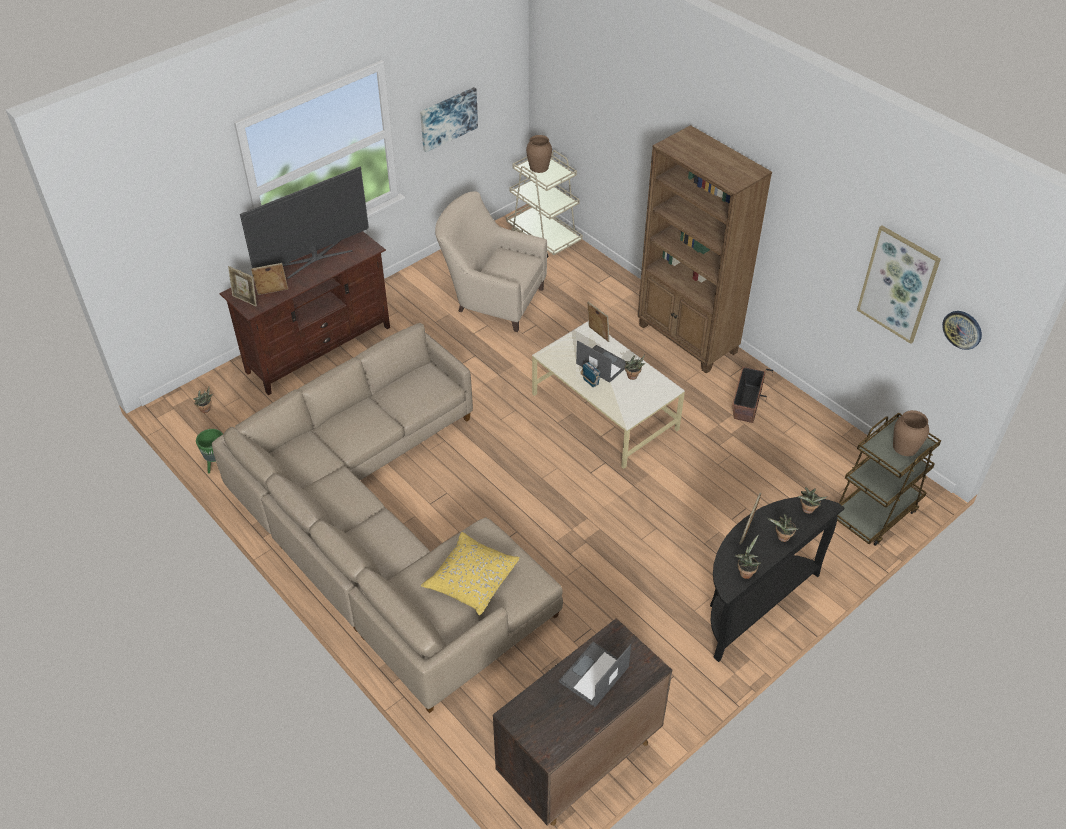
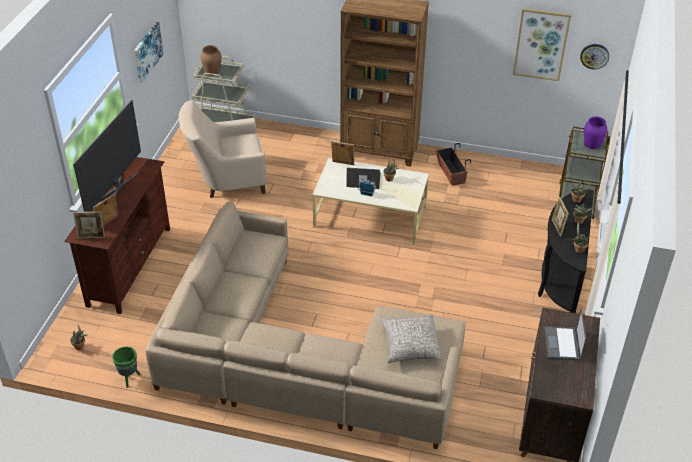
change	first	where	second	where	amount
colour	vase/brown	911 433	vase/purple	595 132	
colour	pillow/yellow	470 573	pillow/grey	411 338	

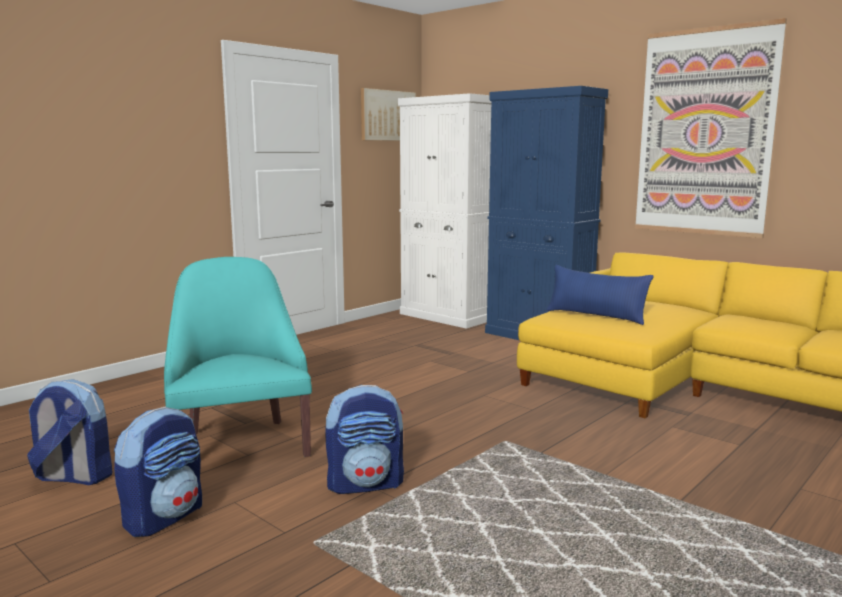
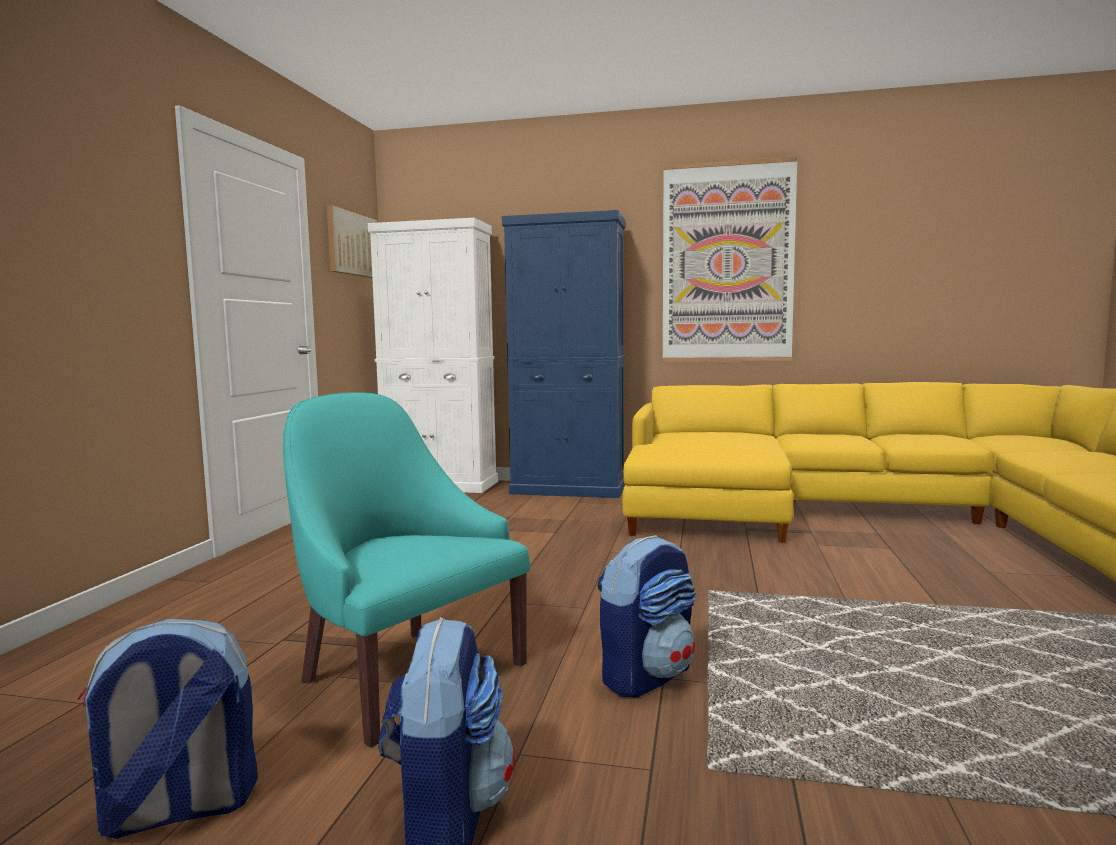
change	first	where	second	where	amount
missing	pillow/blue	600 295			

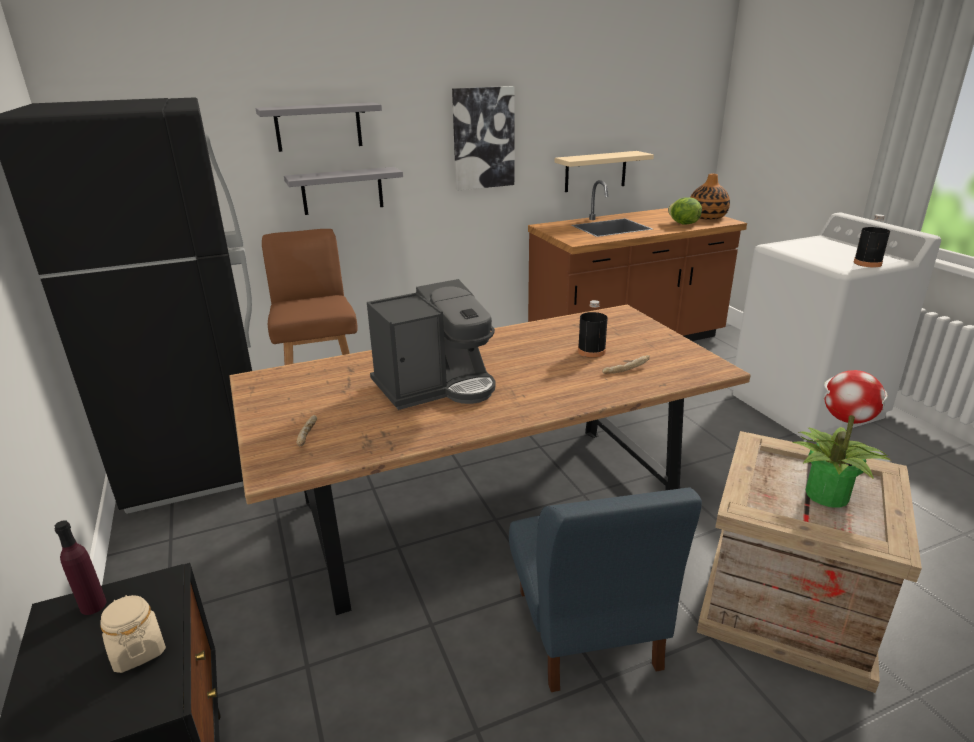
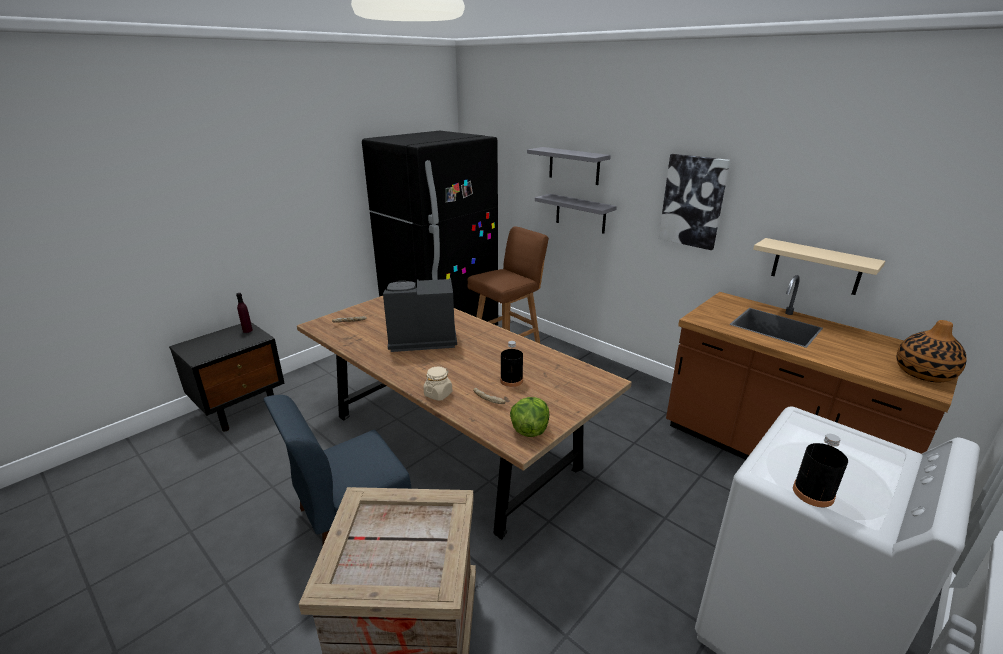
change	first	where	second	where	amount
relocated	lettuce	685 211		529 417	
spun	coffee machine	431 344		420 315	135 degrees clockwise
missing	potted plant	841 438			
relocated	jar/beige	133 634		437 384	

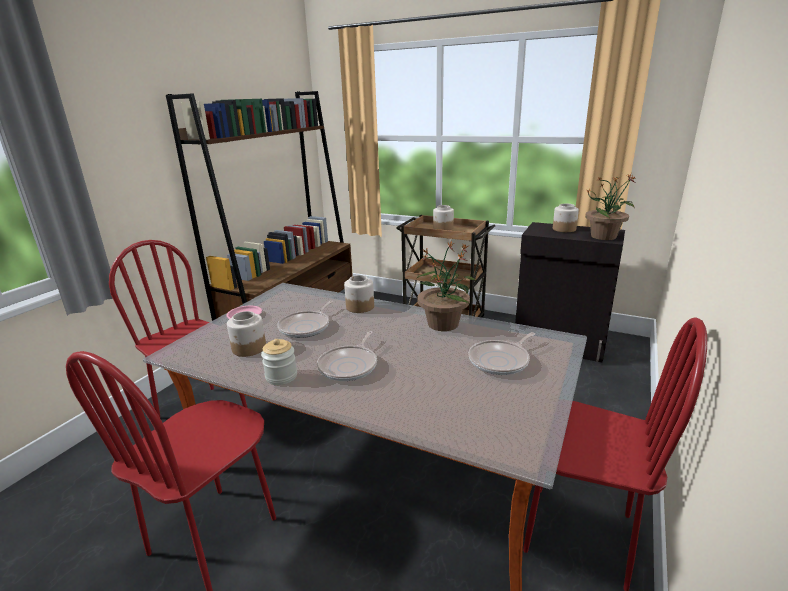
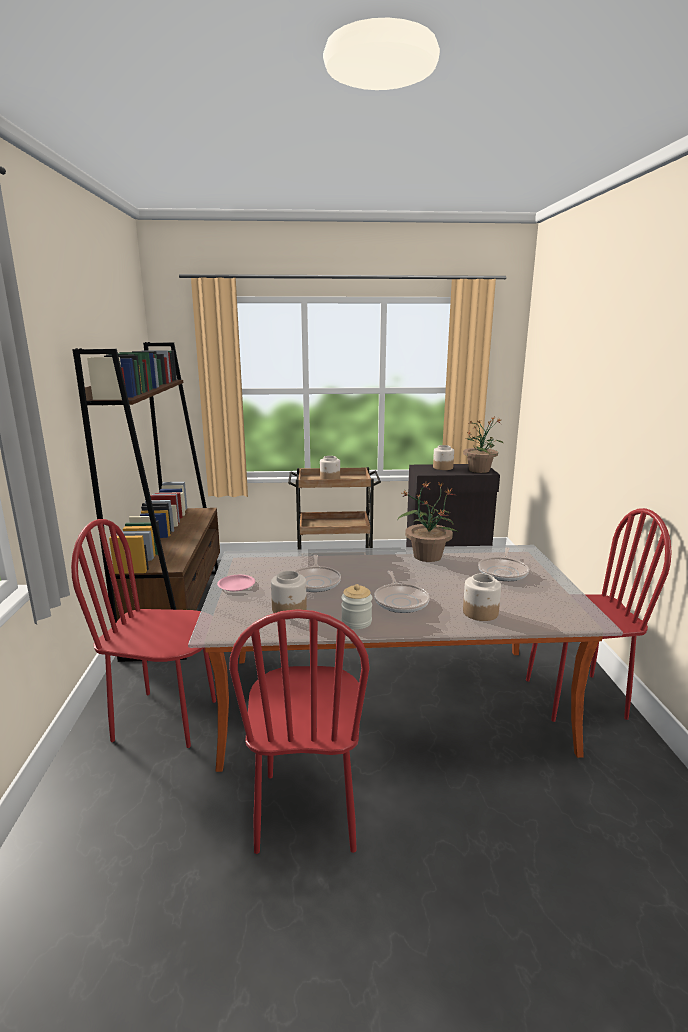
change	first	where	second	where	amount
relocated	jar	359 294		482 597	

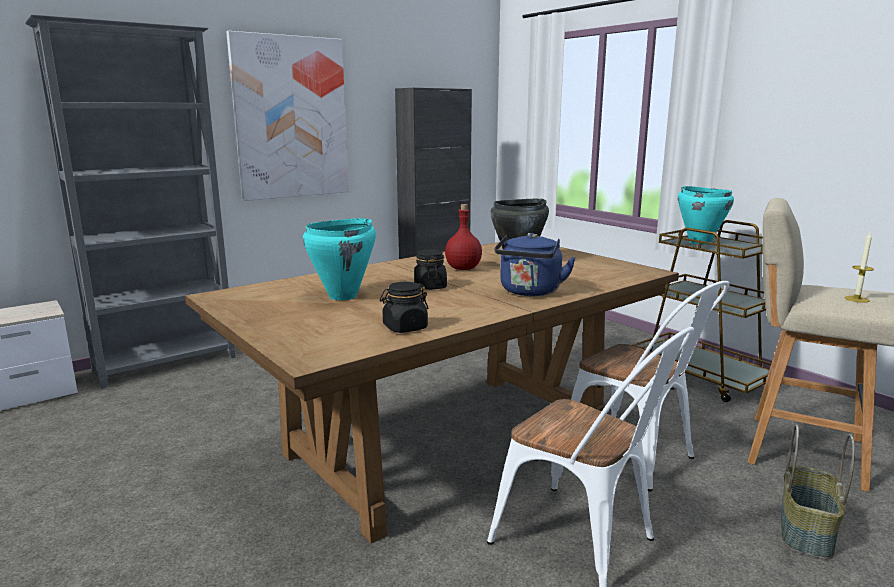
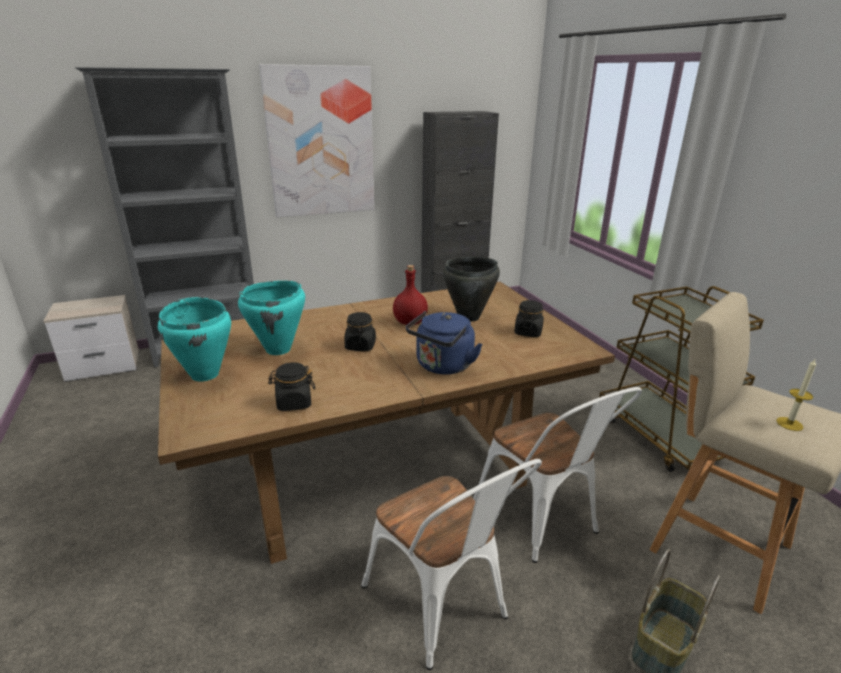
change	first	where	second	where	amount
relocated	cooking pot/turquoise	706 215		194 339	
appeared			jar/black	529 318	

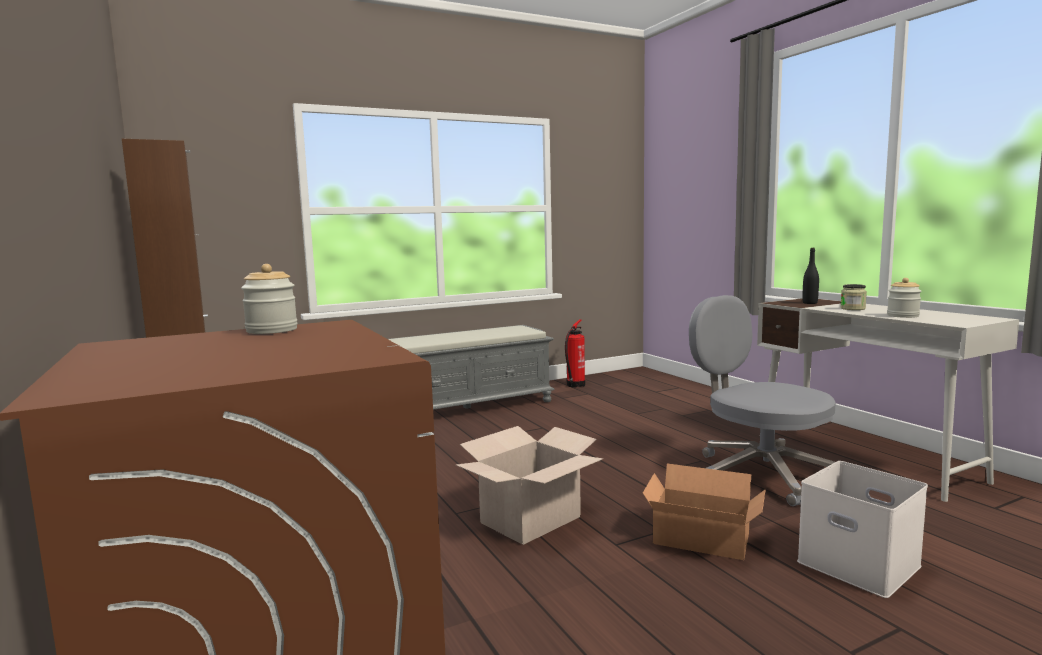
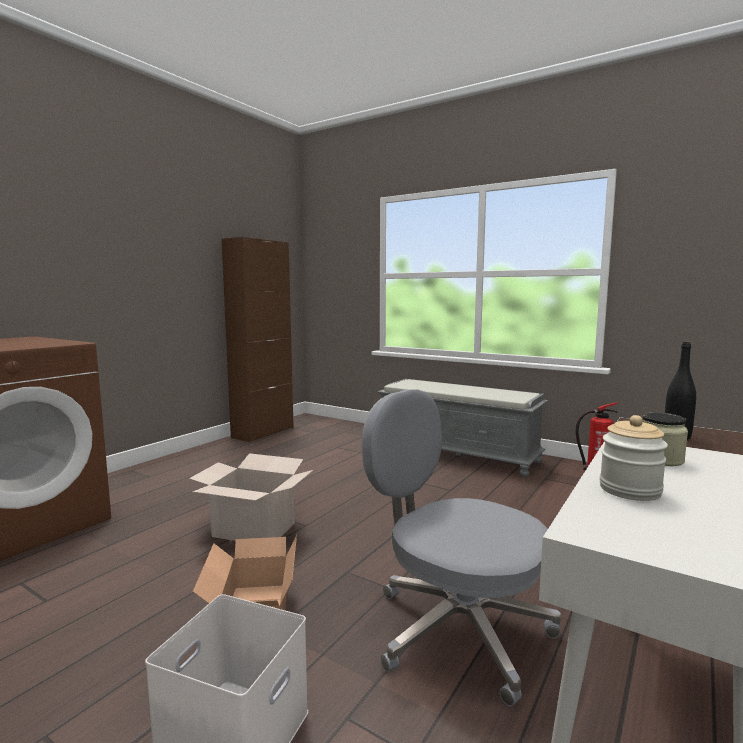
change	first	where	second	where	amount
missing	jar	269 299			
spun	office chair/grey	762 400		461 547	75 degrees counterclockwise

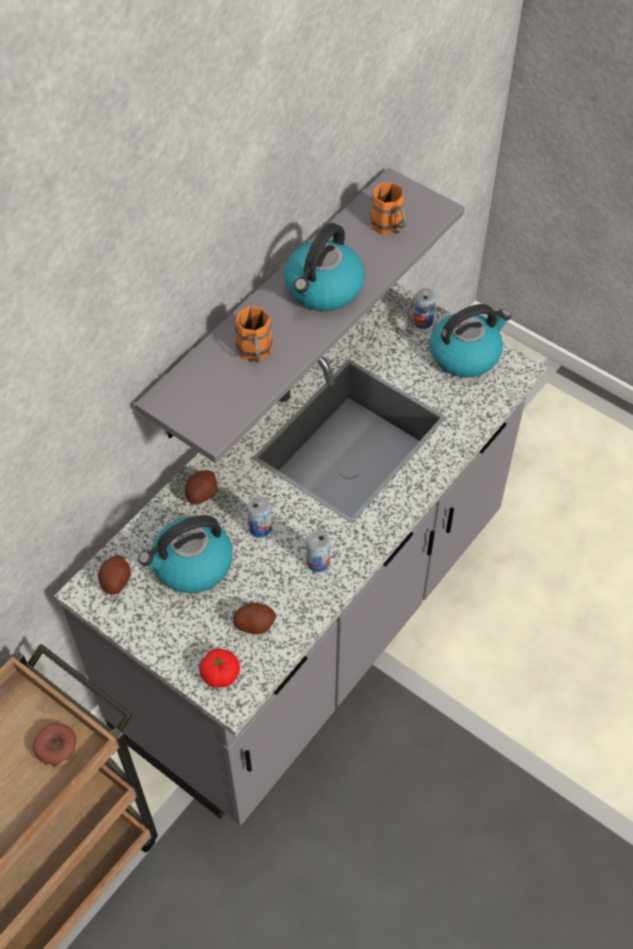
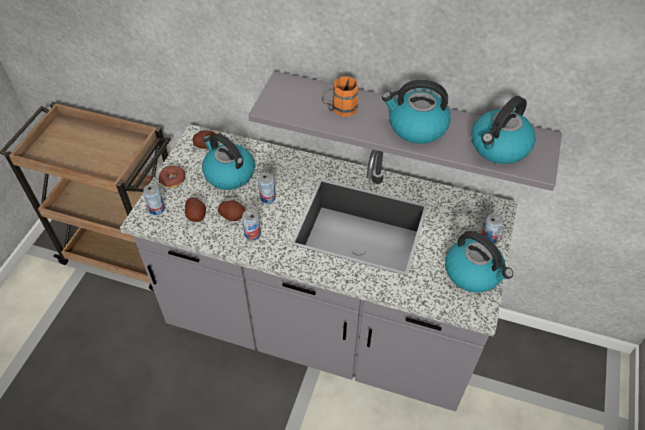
change	first	where	second	where	amount
exchanged	mug/orange	388 208	kettle	503 130	
relocated	potato	201 487		232 210	
exchanged	tomato	219 668	can	154 199	
relocated	donut	55 745		172 177	

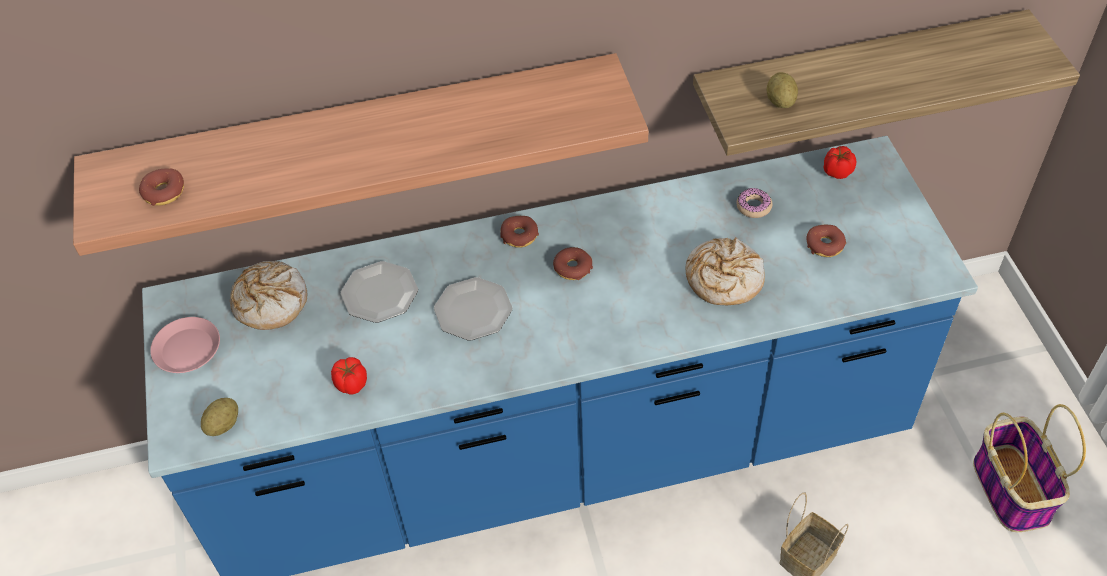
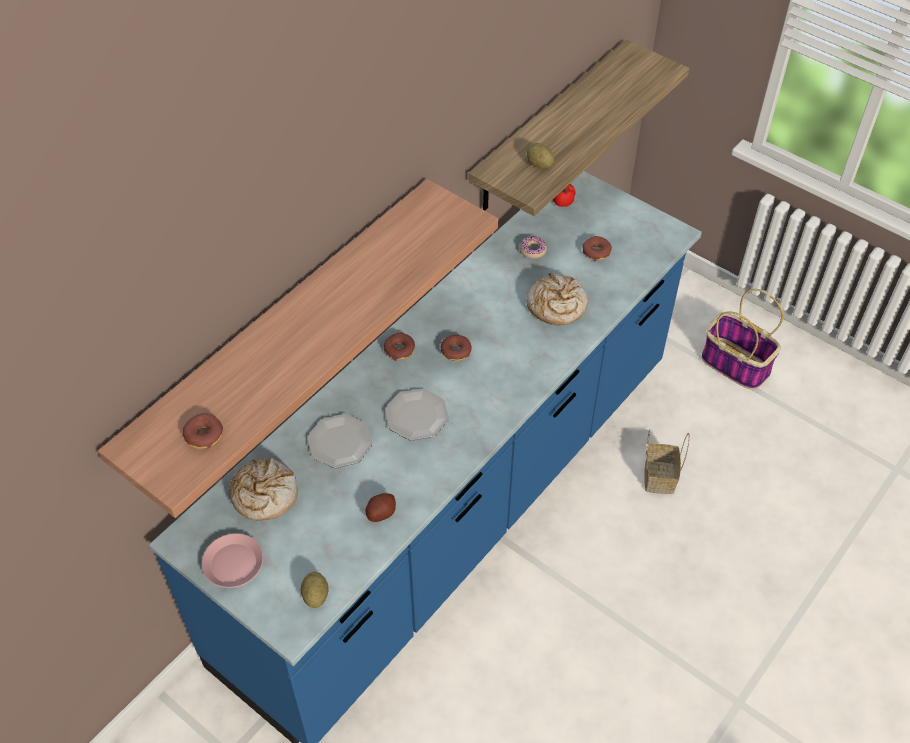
change	first	where	second	where	amount
exchanged	tomato	349 376	potato	381 507	

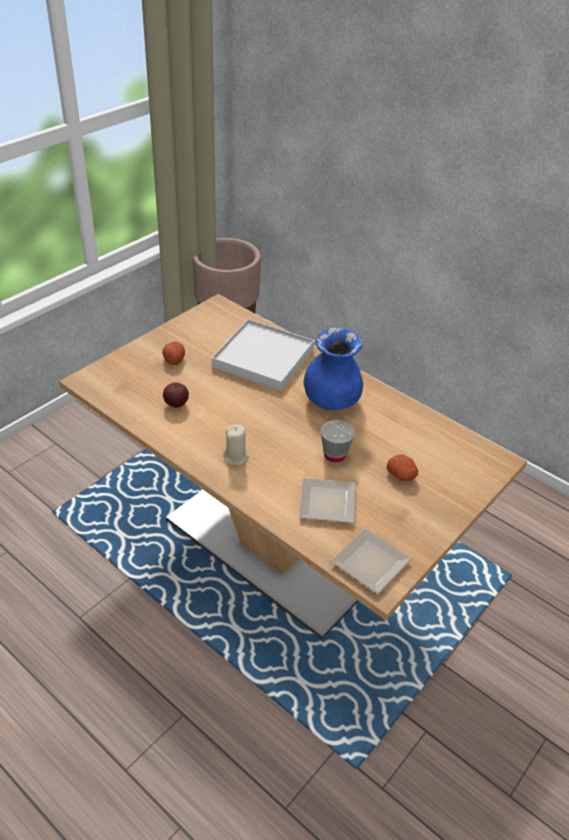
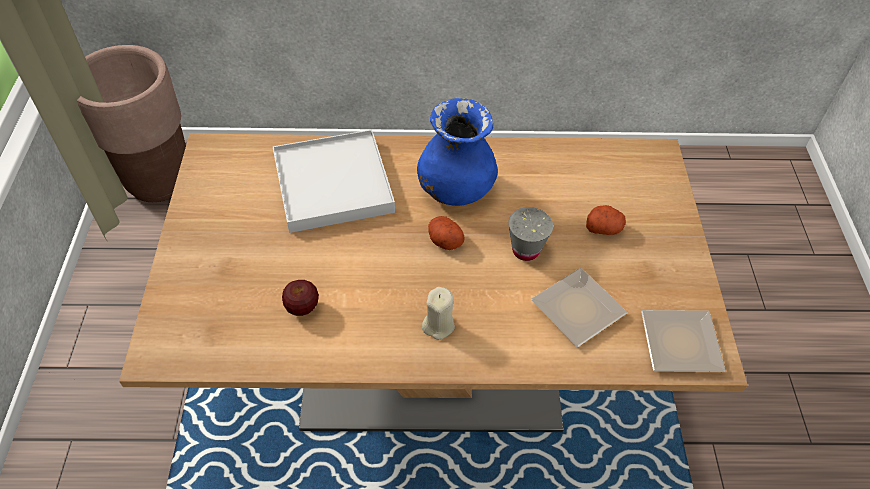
change	first	where	second	where	amount
relocated	potato	173 353		446 233	

